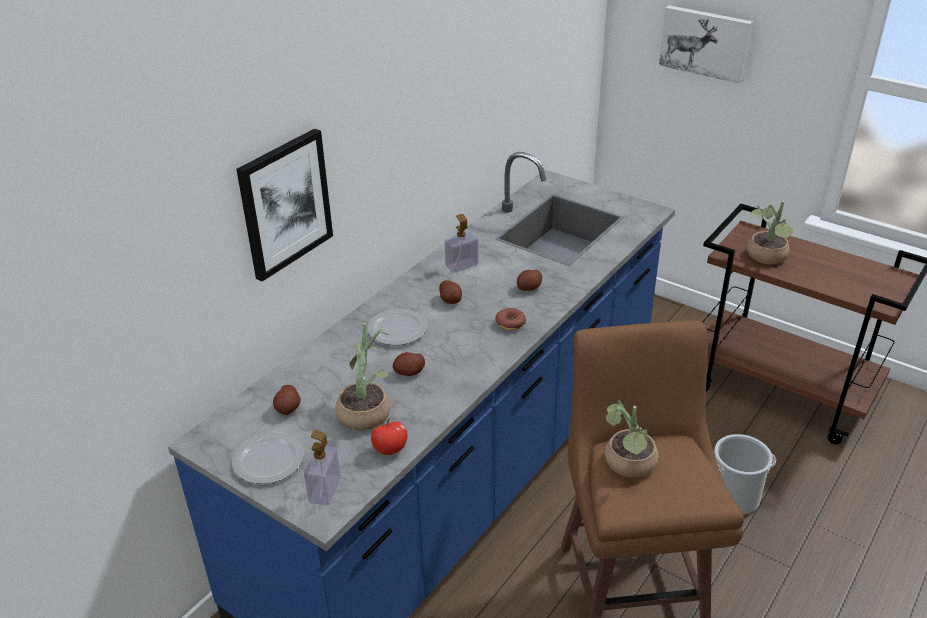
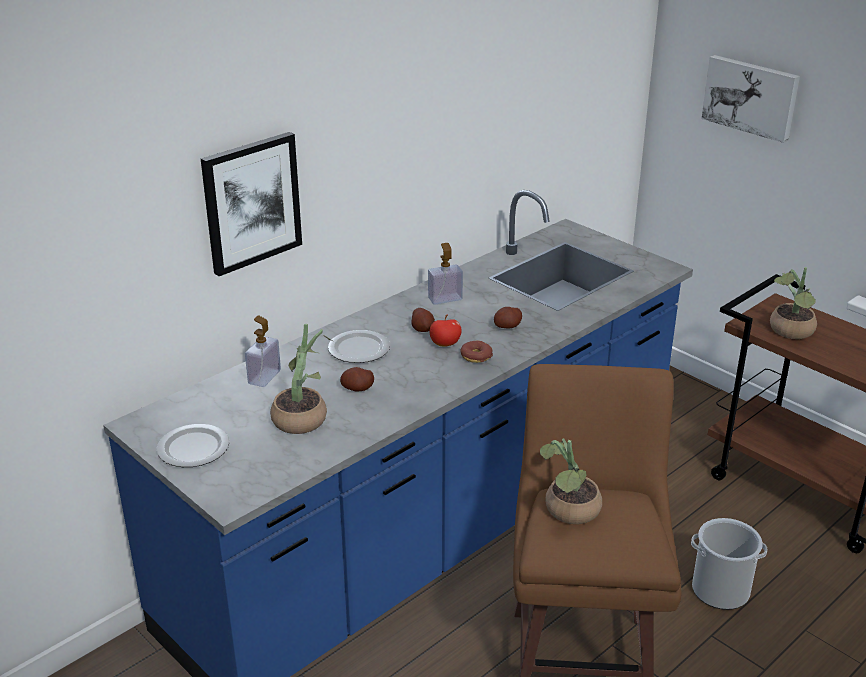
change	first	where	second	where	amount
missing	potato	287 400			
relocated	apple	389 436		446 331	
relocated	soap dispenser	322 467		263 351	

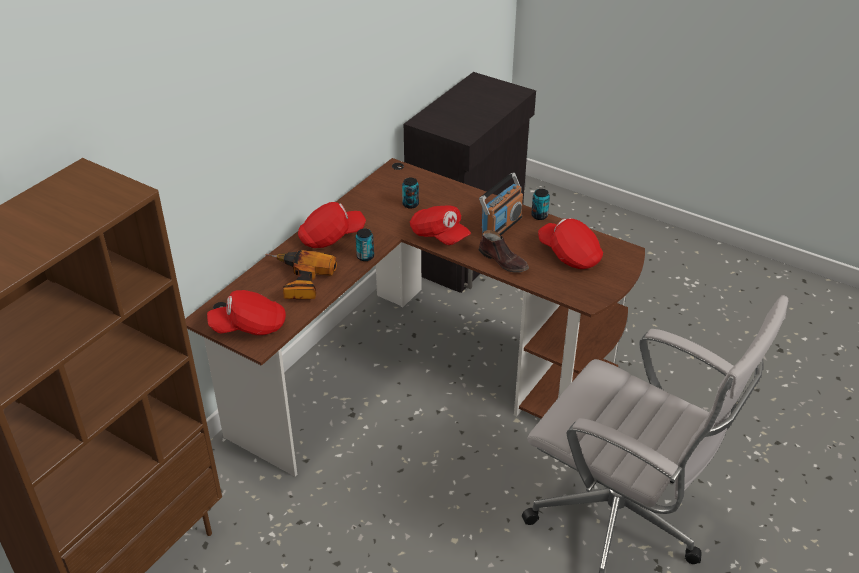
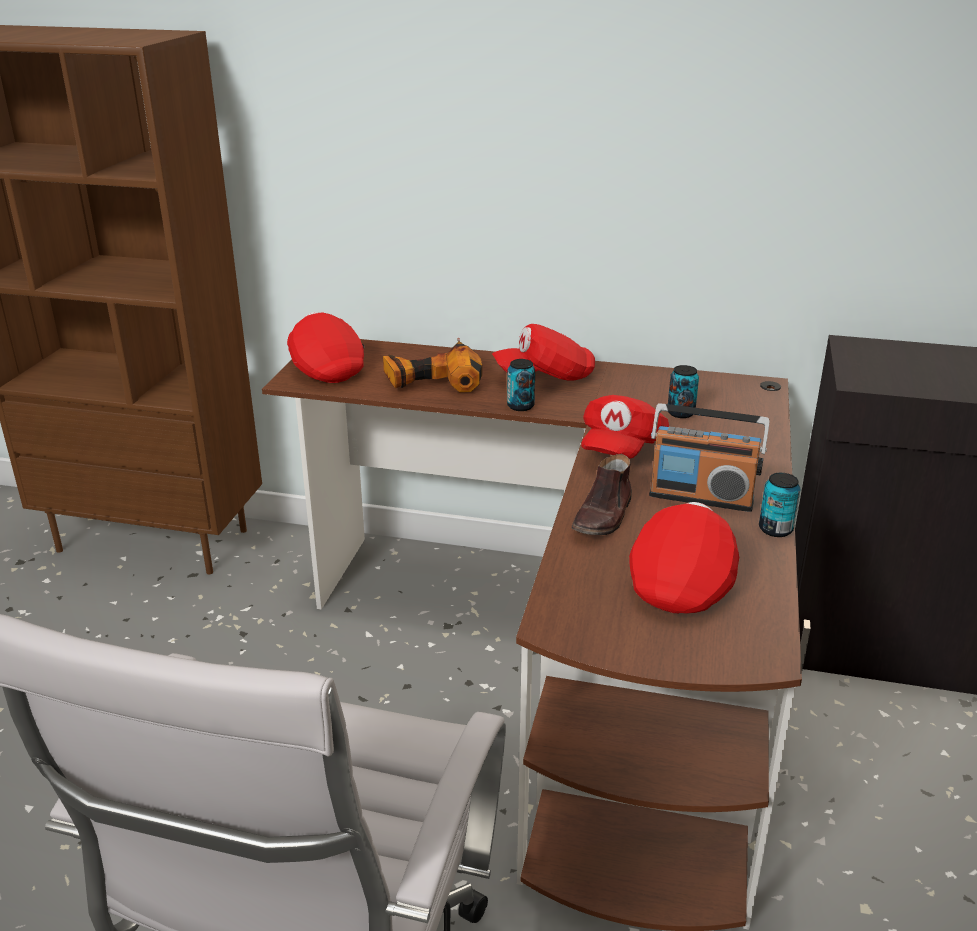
change	first	where	second	where	amount
spun	cap/red	332 225		543 352	120 degrees clockwise

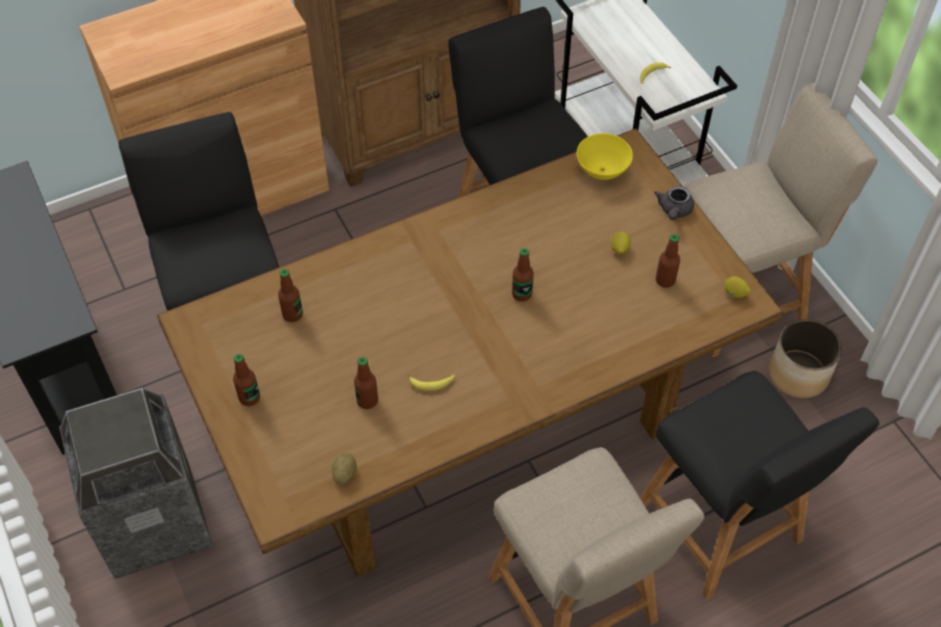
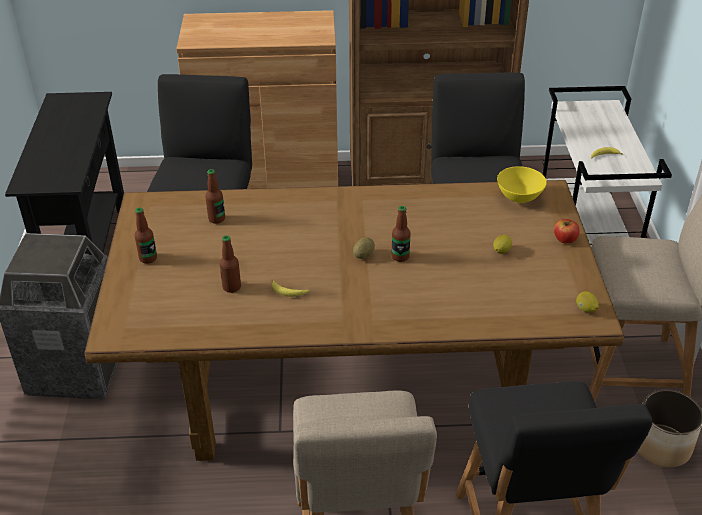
change	first	where	second	where	amount
exchanged	teapot/grey	674 203	apple	567 231	
missing	bottle	668 261			
relocated	potato	344 469		364 248	

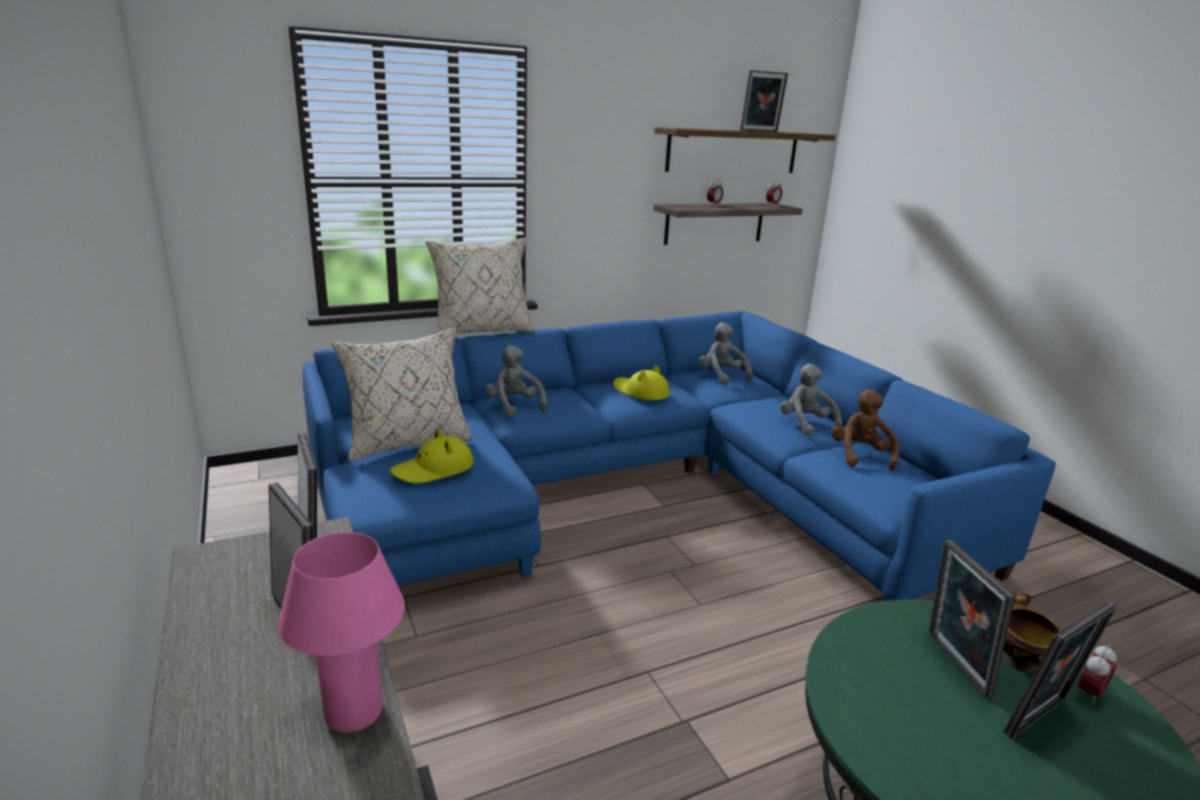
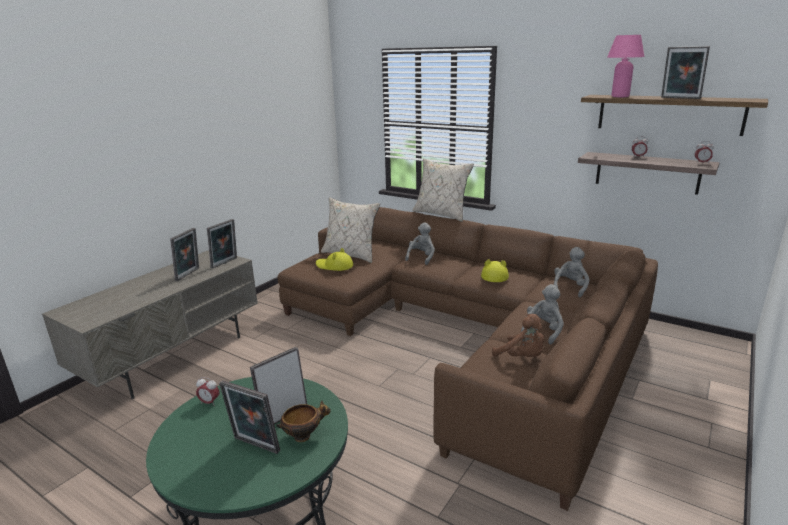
change	first	where	second	where	amount
colour	sofa/blue	679 456	sofa/brown	467 359	
spun	plush toy/brown	865 430		518 335	75 degrees clockwise
relocated	table lamp/pink	341 632		625 66	
relocated	alarm clock	1097 675		207 391	

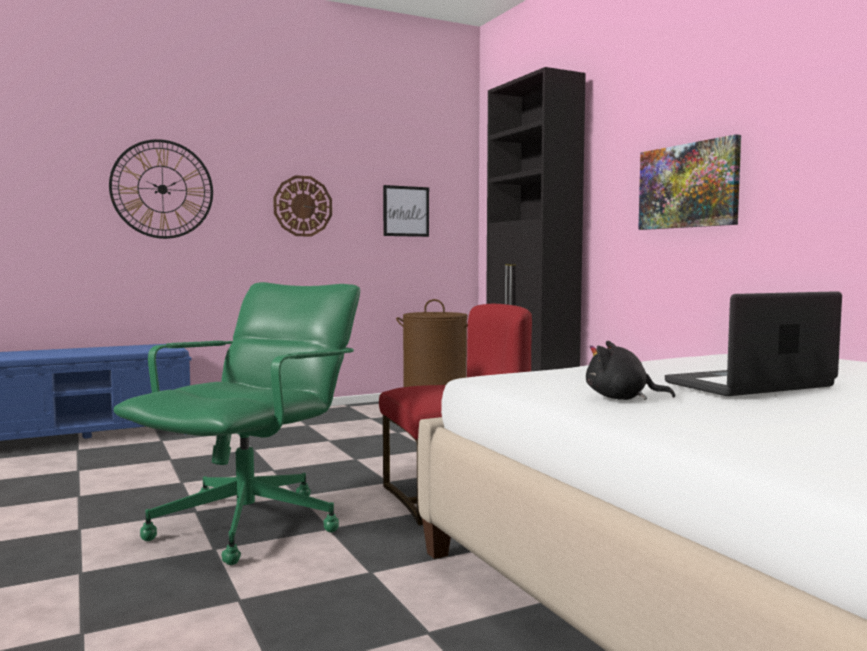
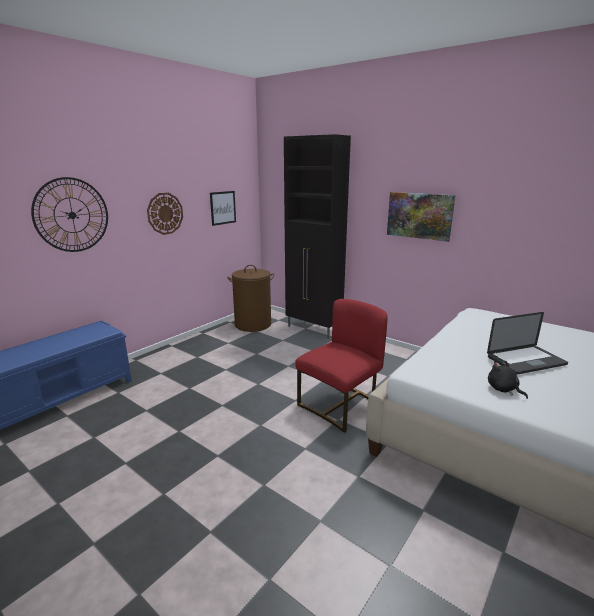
change	first	where	second	where	amount
missing	office chair/green	236 423			
spun	laptop	753 343		527 343	150 degrees counterclockwise
spun	plush toy/black	630 370		508 380	60 degrees clockwise

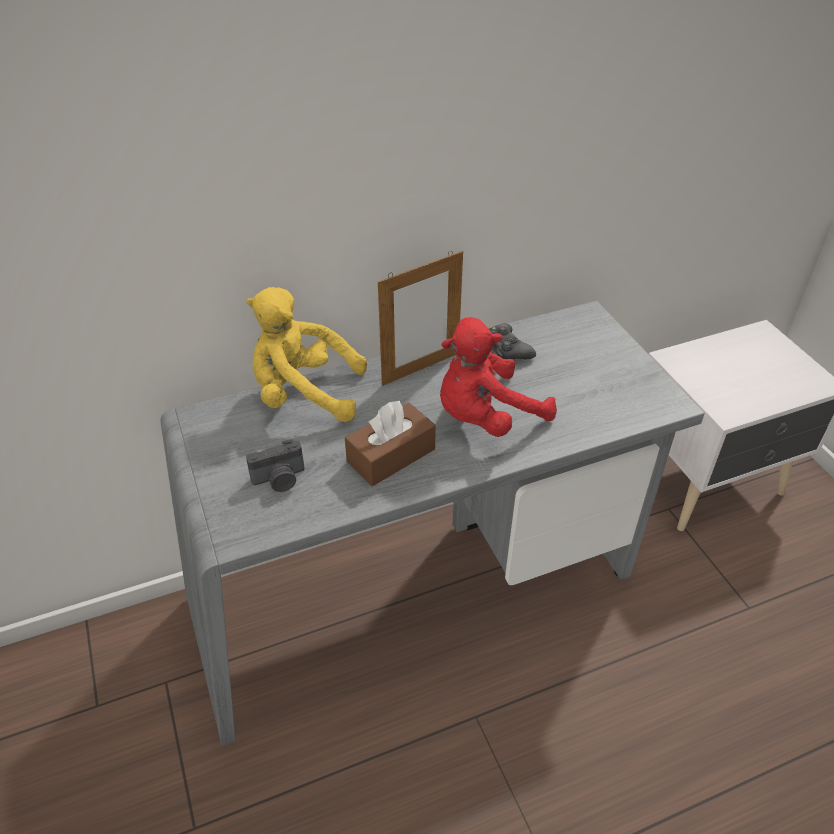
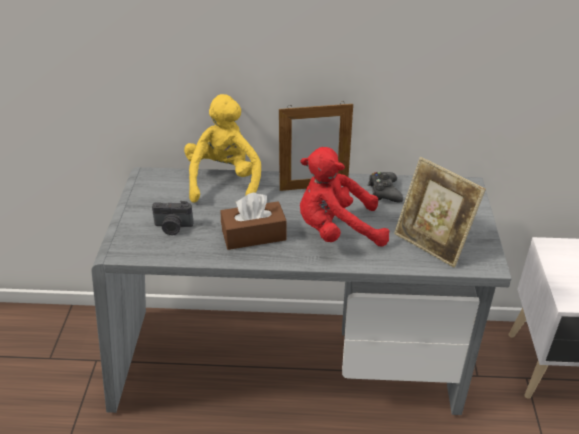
change	first	where	second	where	amount
spun	plush toy/yellow	306 354		222 148	60 degrees clockwise
appeared			picture frame	440 212	

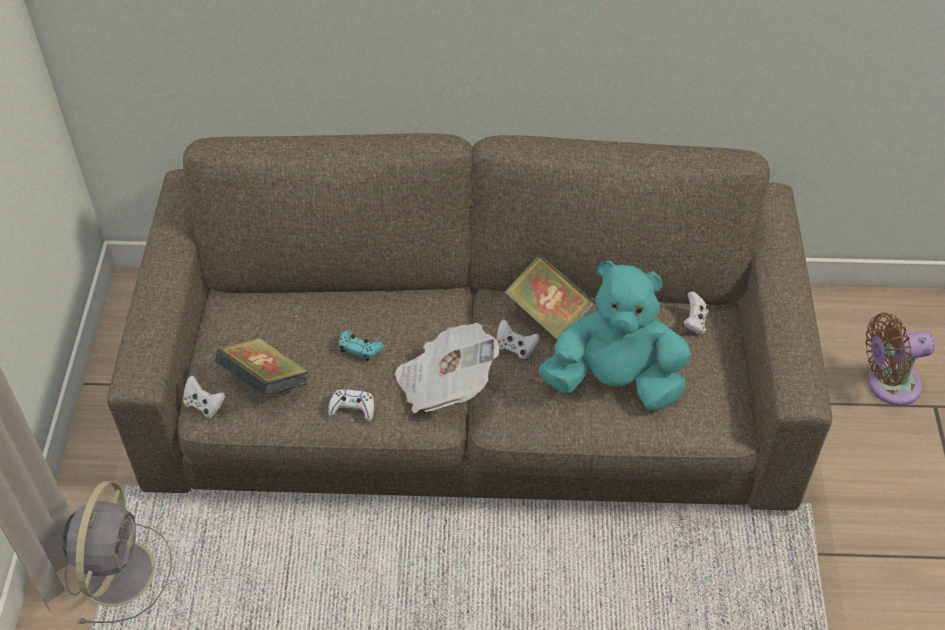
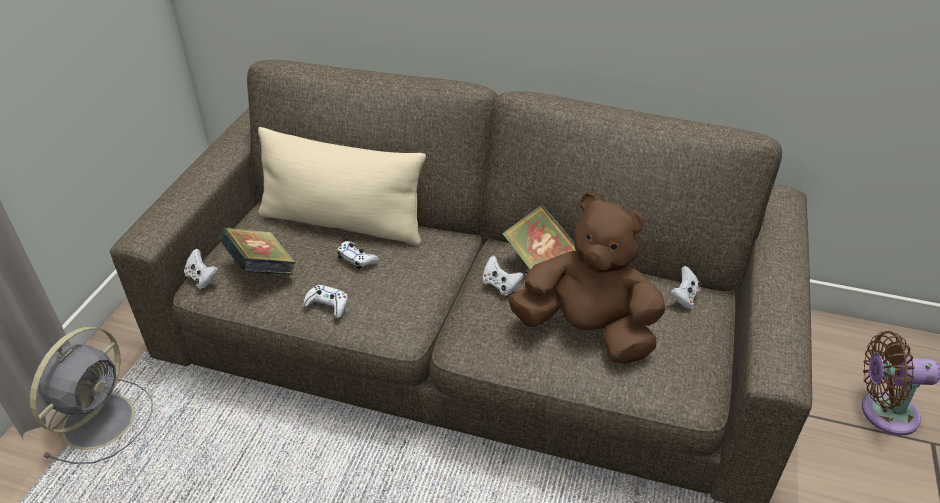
change	first	where	second	where	amount
colour	plush toy/turquoise	615 336	plush toy/brown	587 278	
missing	newspaper	447 368			
colour	game controller/turquoise	361 345	game controller/white	358 255	
appeared			pillow/beige	342 186	

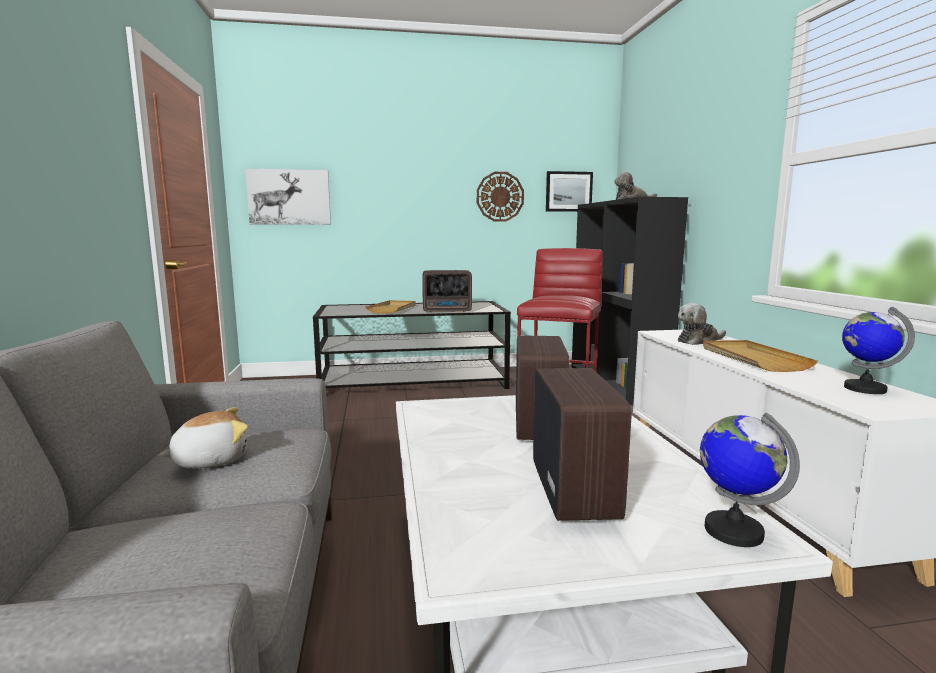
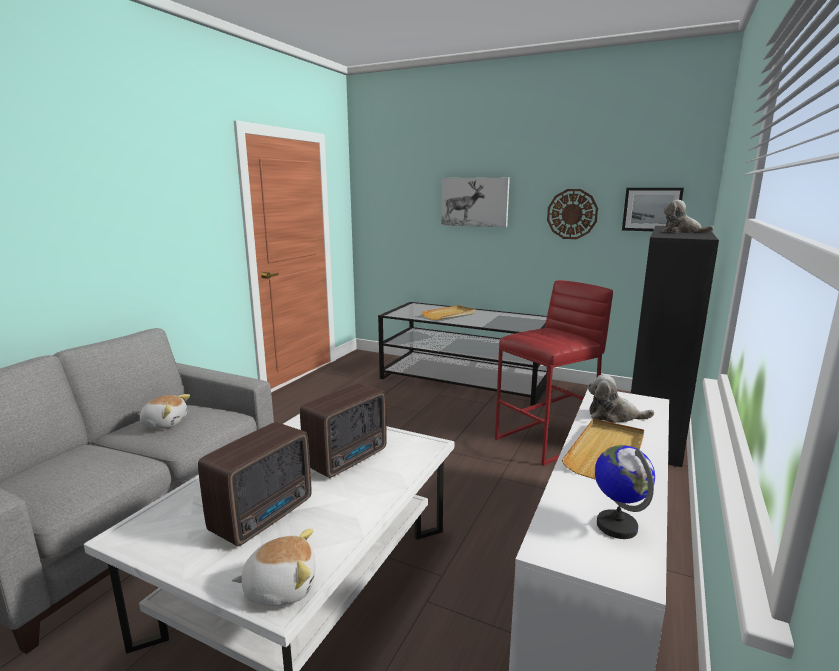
change	first	where	second	where	amount
relocated	picture	288 196		475 202	
missing	radio	447 291			
exchanged	globe	750 480	plush toy	273 567	

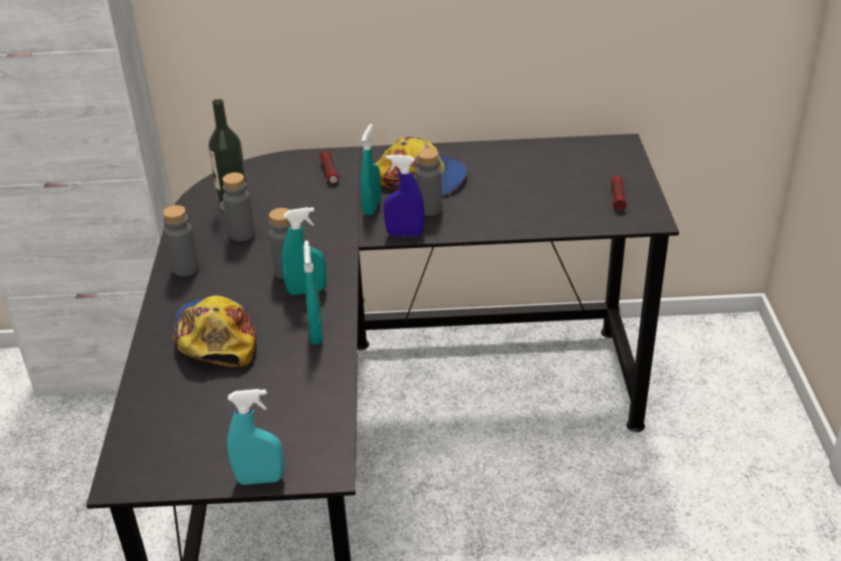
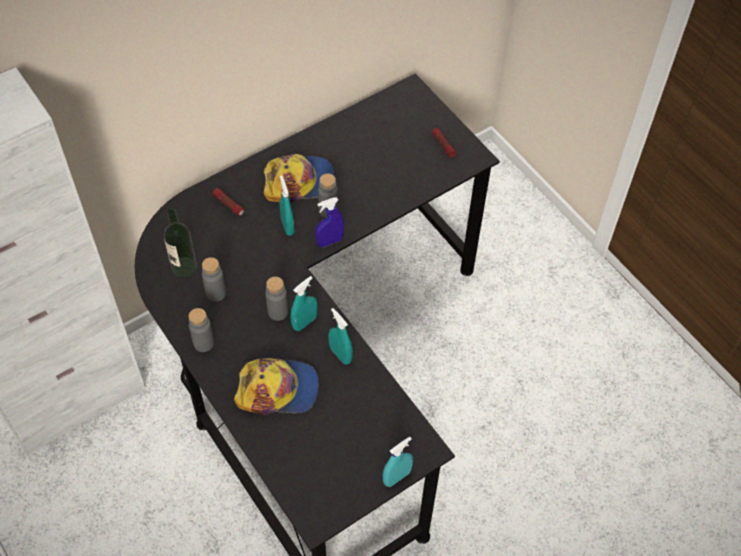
change	first	where	second	where	amount
spun	cap	214 331		276 386	135 degrees clockwise

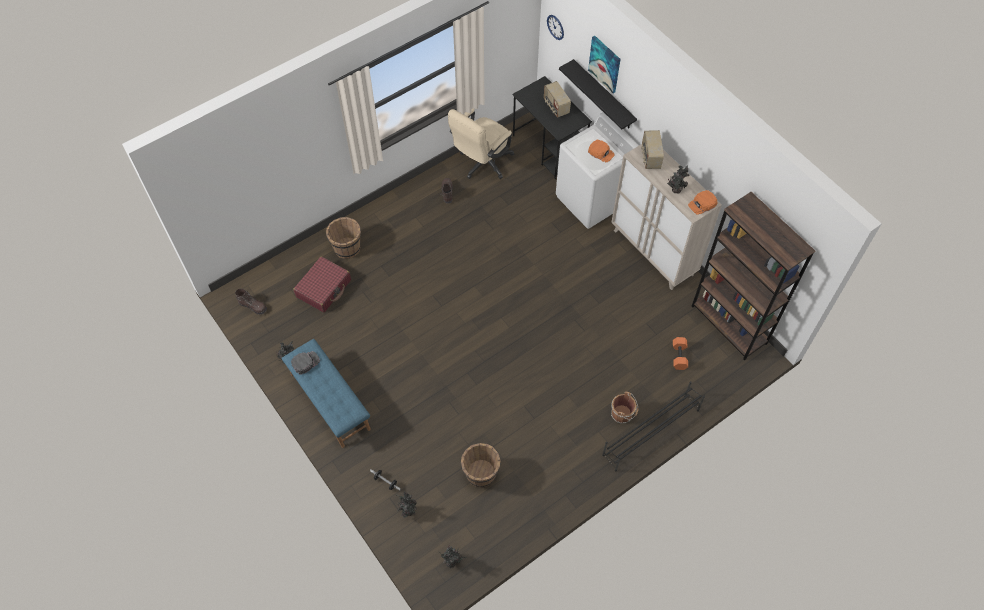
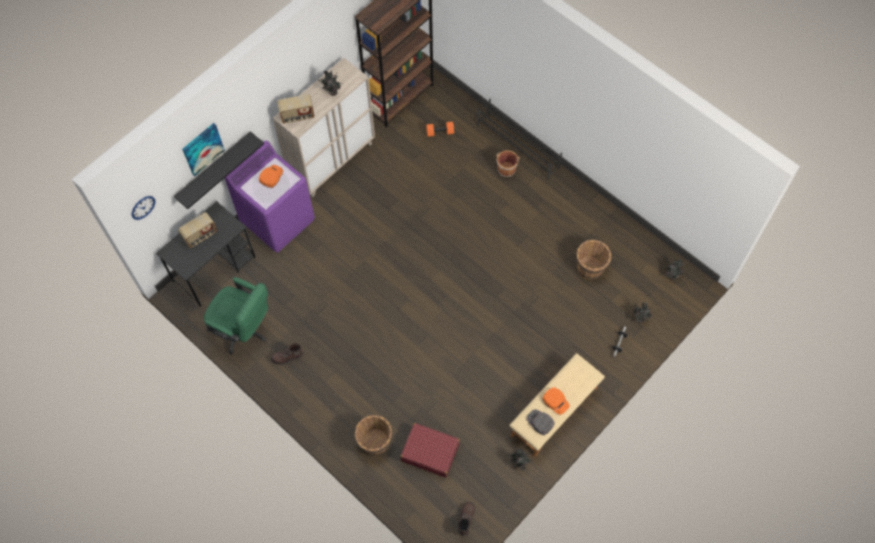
change	first	where	second	where	amount
colour	office chair/beige	481 143	office chair/green	236 316	
colour	washing machine/white	597 170	washing machine/purple	270 196	
relocated	cap/orange	703 202		556 401	
colour	bench/blue	326 393	bench/beige	557 405	

